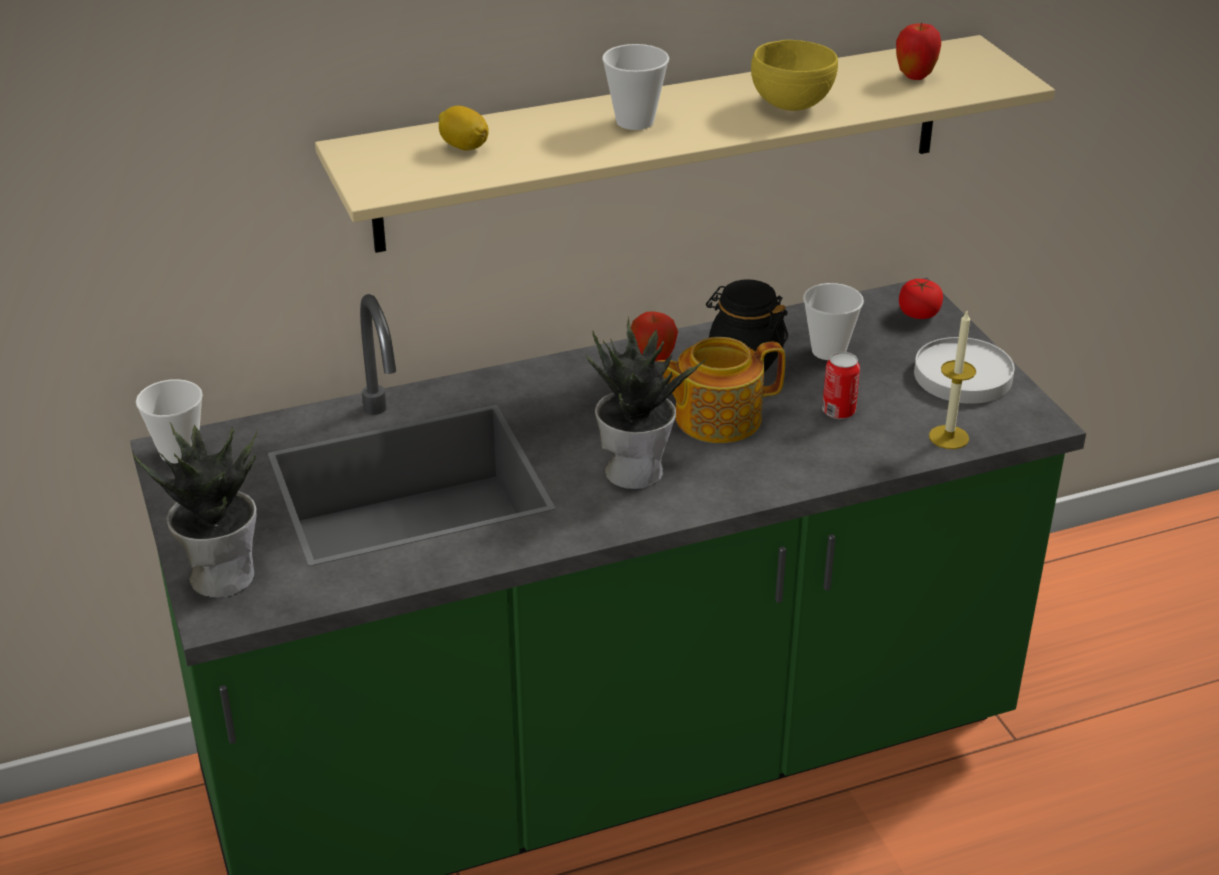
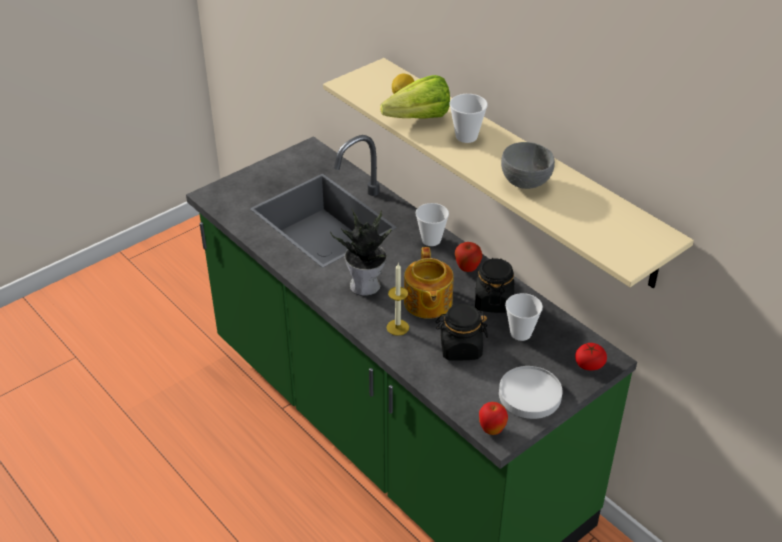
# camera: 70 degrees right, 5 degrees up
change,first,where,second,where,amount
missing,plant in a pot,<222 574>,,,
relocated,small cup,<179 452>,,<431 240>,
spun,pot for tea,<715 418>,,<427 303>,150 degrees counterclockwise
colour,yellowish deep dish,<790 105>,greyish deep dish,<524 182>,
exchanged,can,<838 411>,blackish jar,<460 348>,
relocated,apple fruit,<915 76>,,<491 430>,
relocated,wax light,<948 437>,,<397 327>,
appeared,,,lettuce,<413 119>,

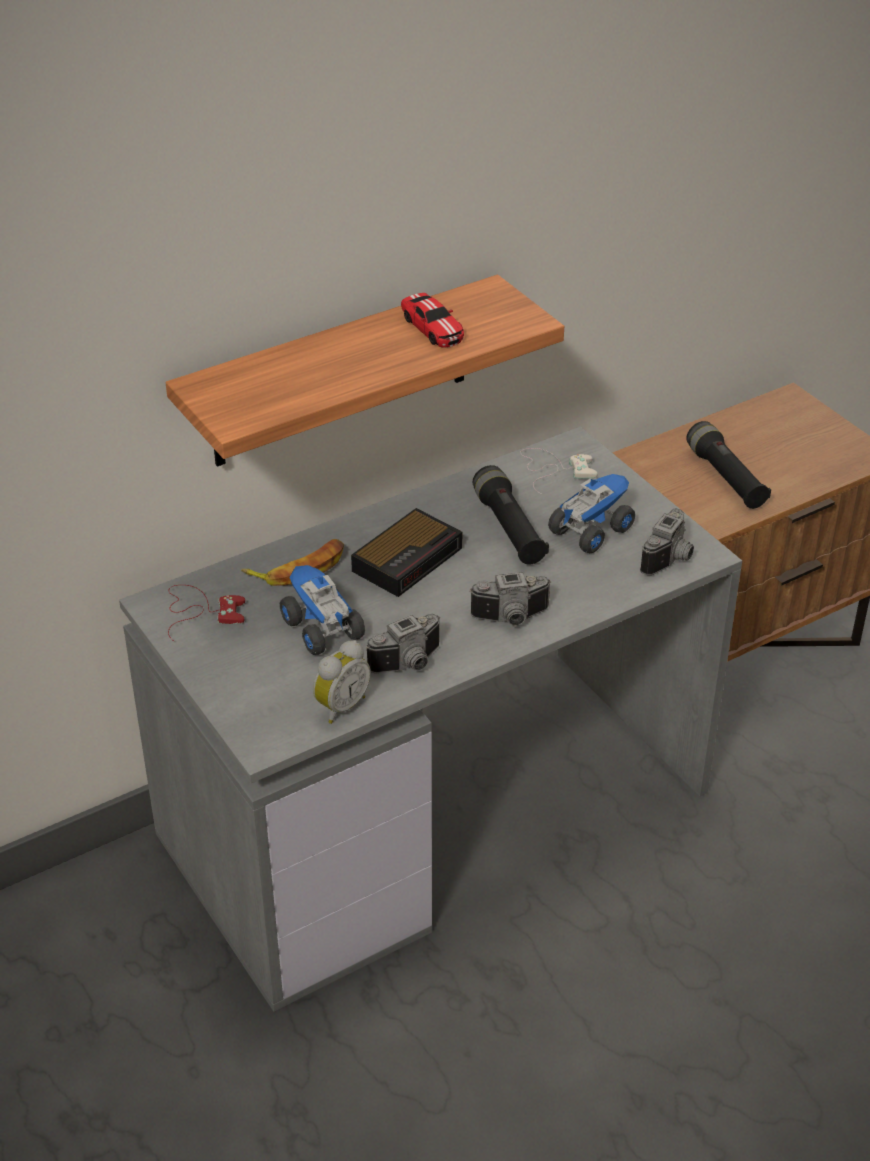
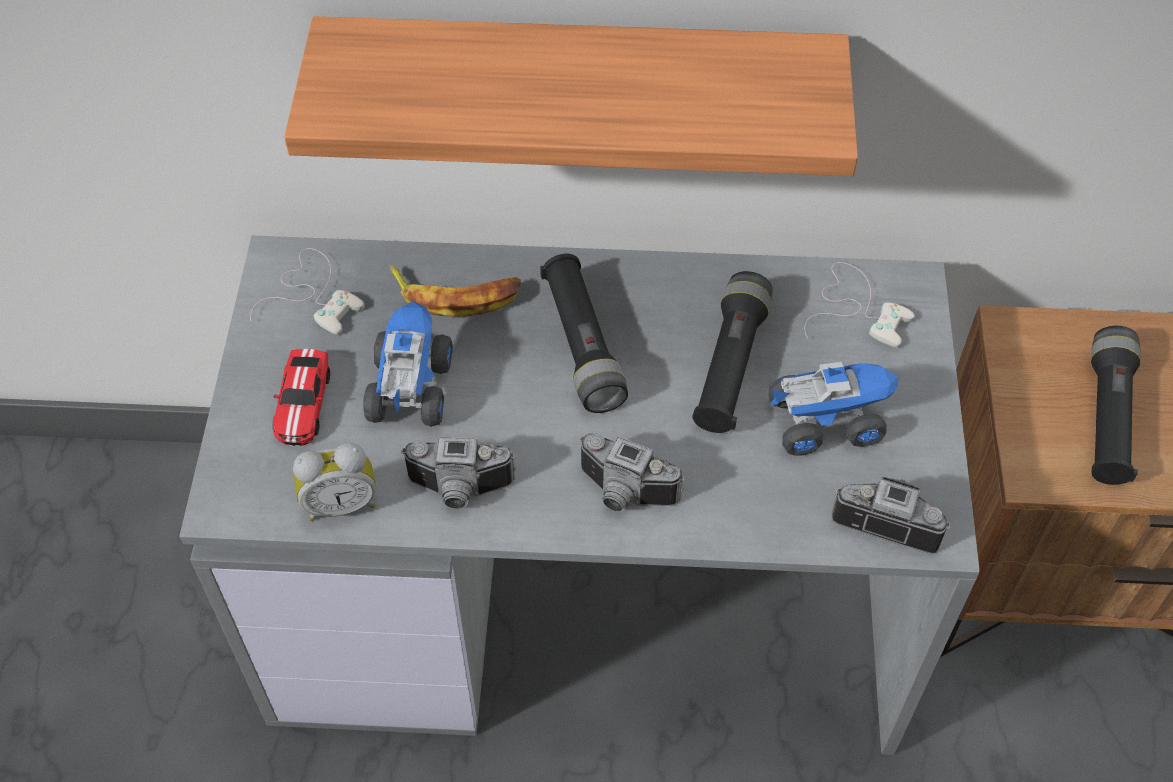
# camera: 35 degrees right, 15 degrees up
change,first,where,second,where,amount
colour,red-coloured game controller,<200 611>,whitish game controller,<313 294>,
exchanged,alarm clock,<409 558>,blackish torch,<582 345>,
relocated,toy car,<432 327>,,<304 402>,
spun,photo camera,<671 559>,,<888 518>,135 degrees counterclockwise

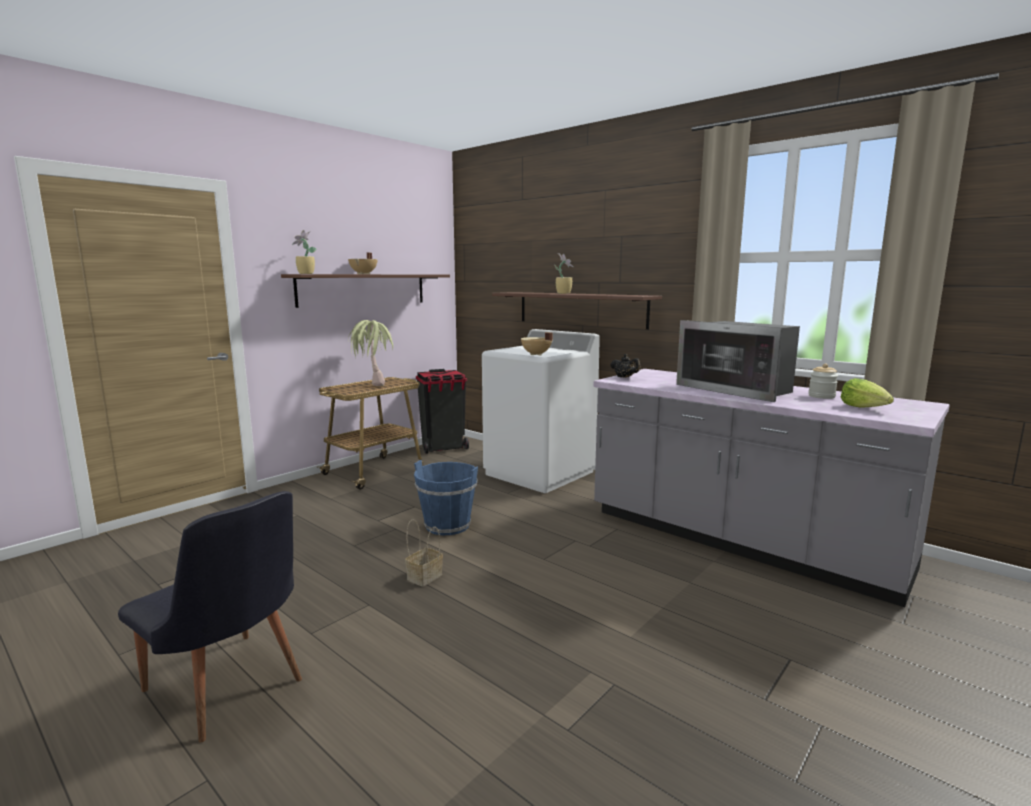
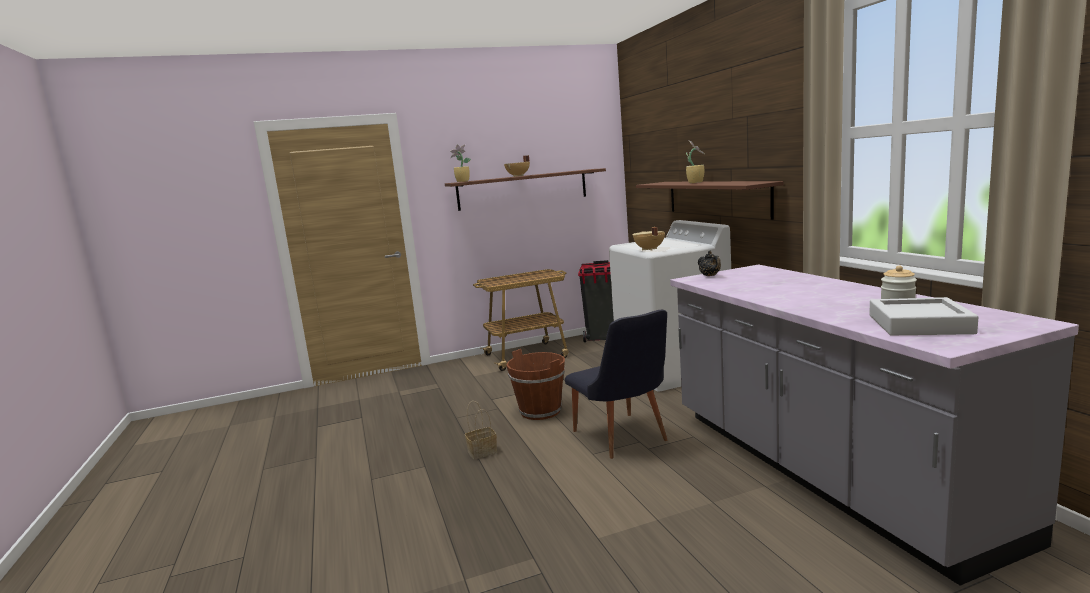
# camera: 30 degrees right, 0 degrees up
change,first,where,second,where,amount
relocated,blackish chair,<230 692>,,<623 439>,
missing,plant in a pot,<373 383>,,,
colour,blue water bucket,<448 525>,brown-coloured water bucket,<541 411>,
missing,microwave oven,<737 389>,,,
exchanged,lettuce,<864 408>,greyish carrying tray,<919 324>,

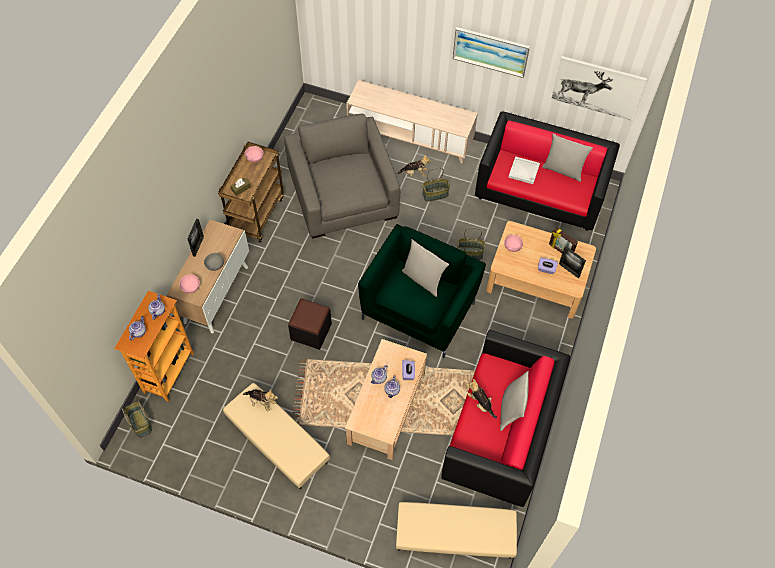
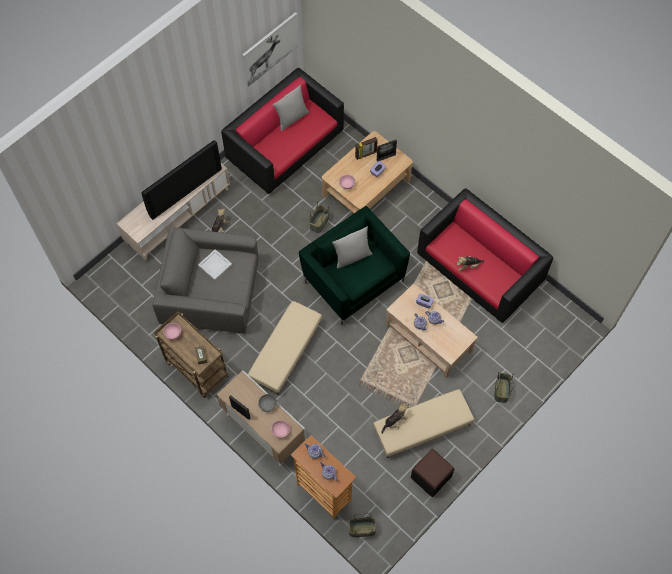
# camera: 65 degrees left, 5 degrees up
change,first,where,second,where,amount
relocated,blackish footrest,<311 331>,,<431 477>,
relocated,beige-coloured footrest,<454 535>,,<286 352>,
relocated,household basket,<435 195>,,<502 391>,
missing,wall picture,<490 51>,,,
missing,greyish pillow,<511 410>,,,
relocated,whitish carrying tray,<523 171>,,<215 266>,
appeared,,,TV,<184 190>,

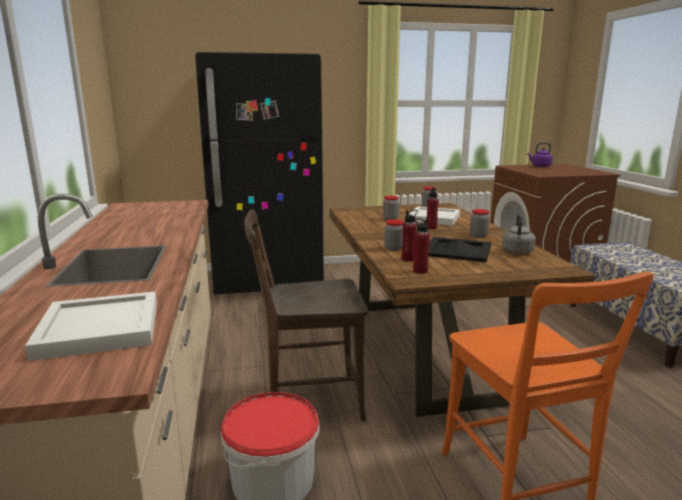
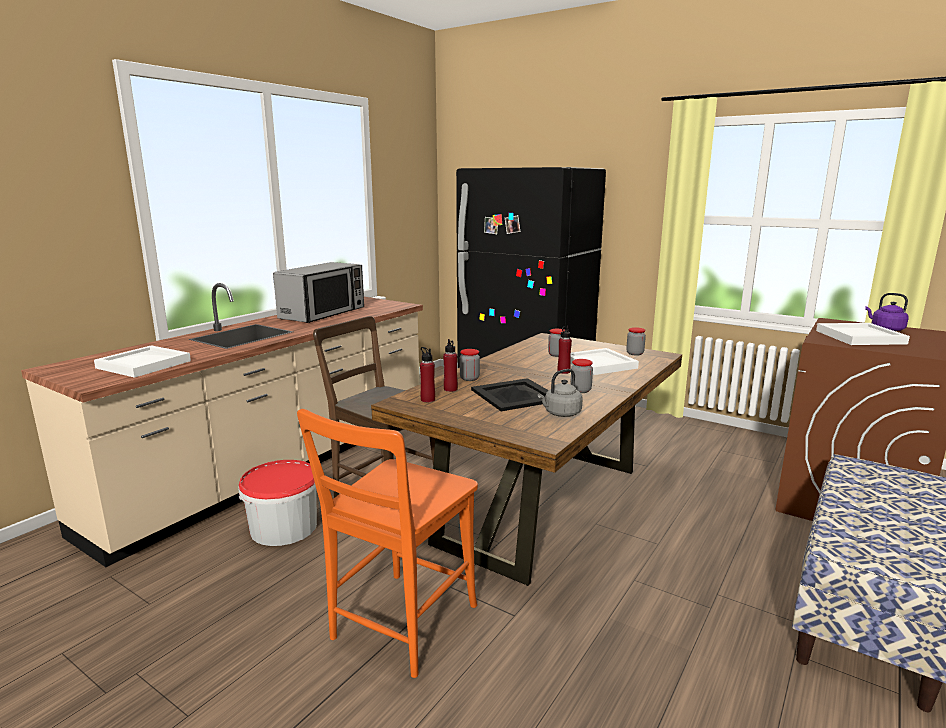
# camera: 45 degrees right, 0 degrees up
change,first,where,second,where,amount
appeared,,,microwave oven,<323 313>,
appeared,,,whitish carrying tray,<861 337>,

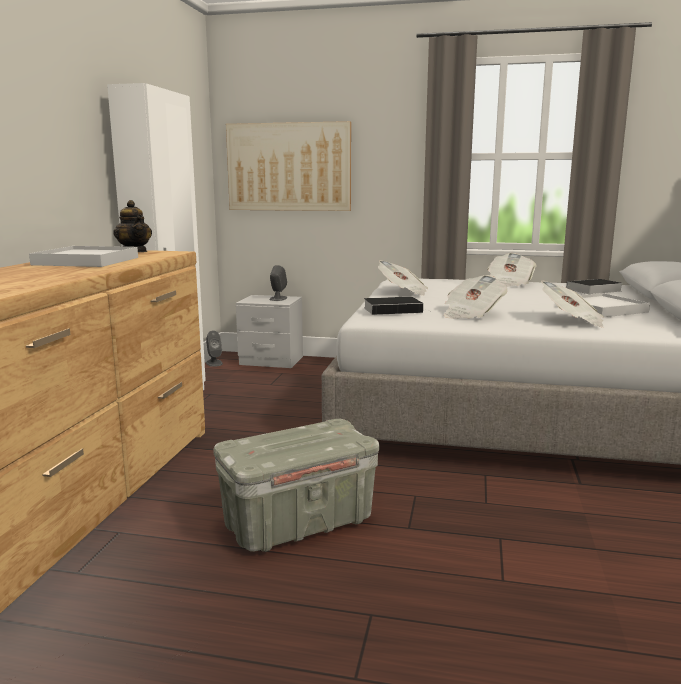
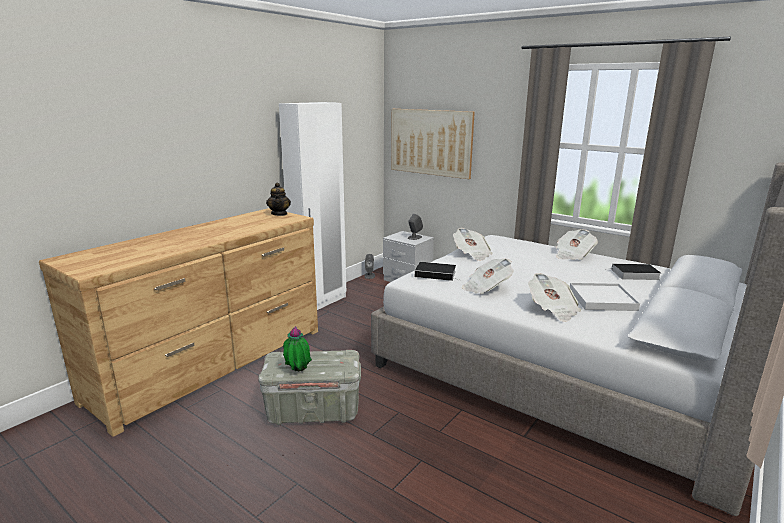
# camera: 25 degrees right, 5 degrees up
change,first,where,second,where,amount
missing,whitish carrying tray,<86 261>,,,
appeared,,,plant in a pot,<297 372>,

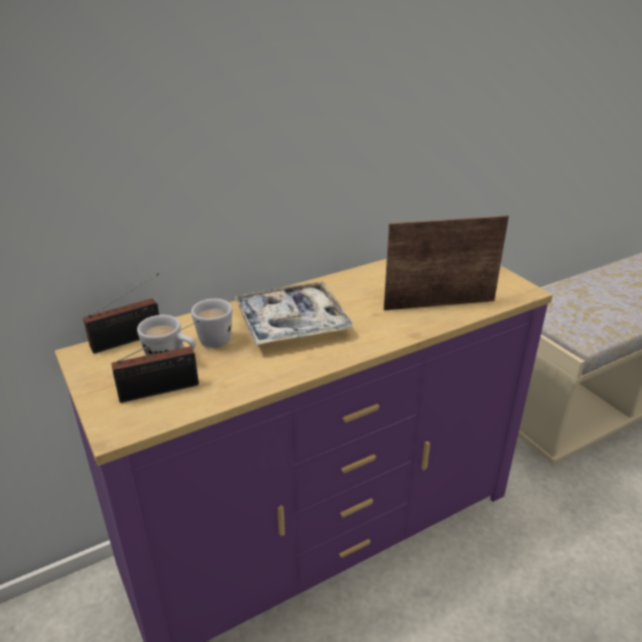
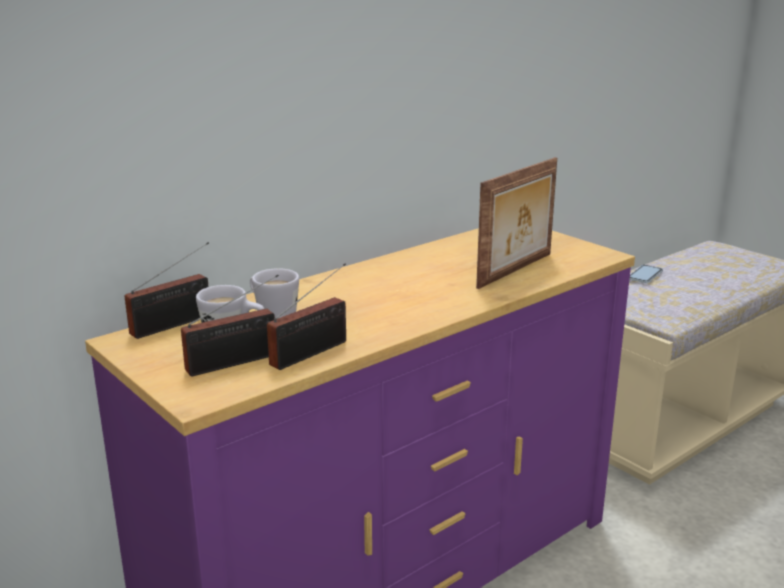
# camera: 10 degrees left, 10 degrees down
change,first,where,second,where,amount
missing,carrying tray,<292 323>,,,
spun,picture frame,<438 303>,,<517 271>,150 degrees clockwise
appeared,,,radio receiver,<313 352>,
appeared,,,phone,<645 275>,

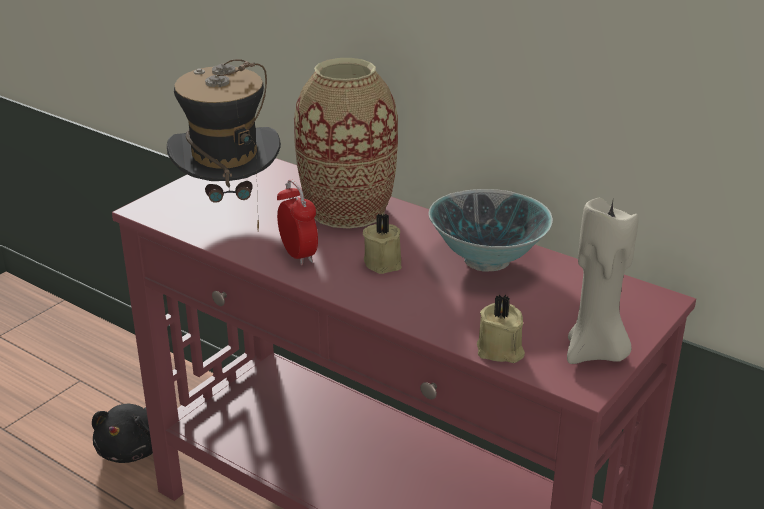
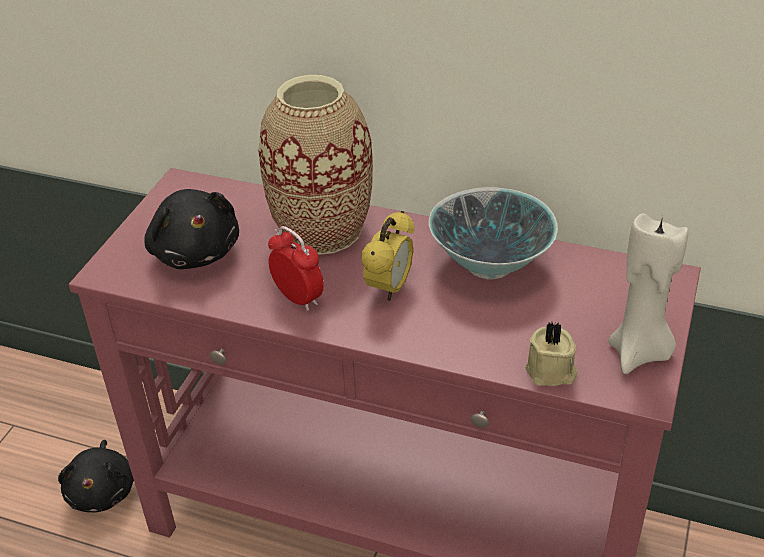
# camera: 15 degrees left, 10 degrees up
change,first,where,second,where,amount
exchanged,clothing hat,<229 207>,blackish cuddly toy,<195 251>,
exchanged,beige-coloured wax light,<384 262>,alarm clock,<390 288>,

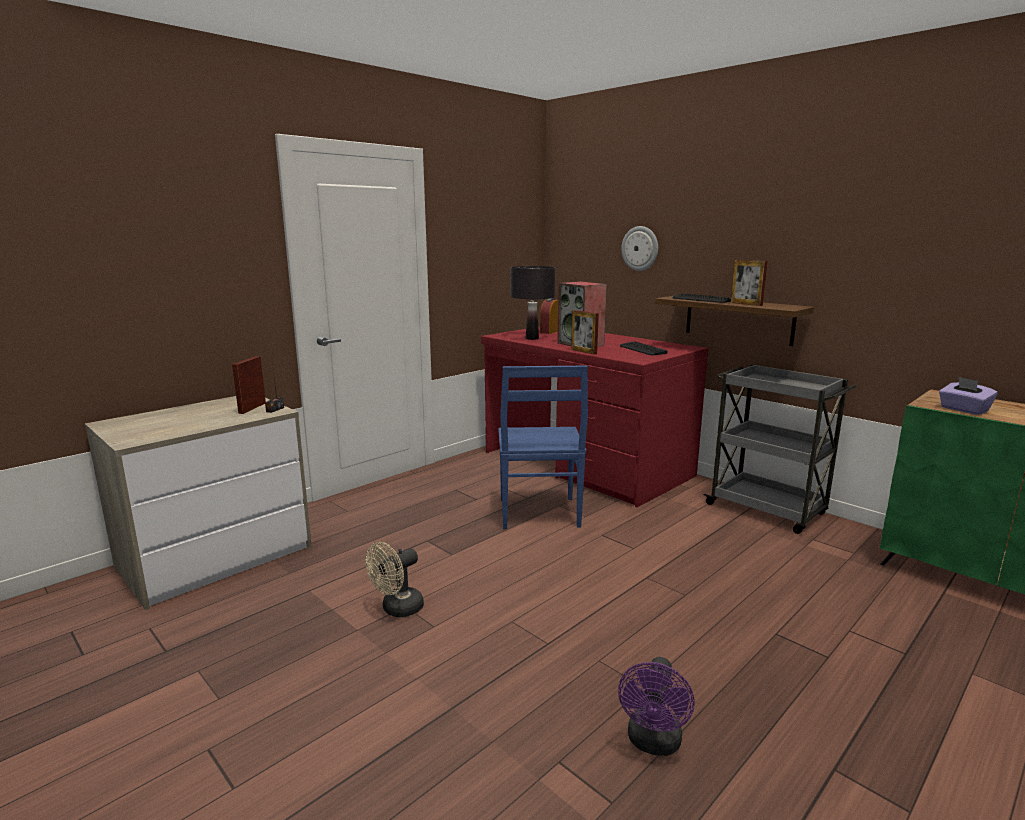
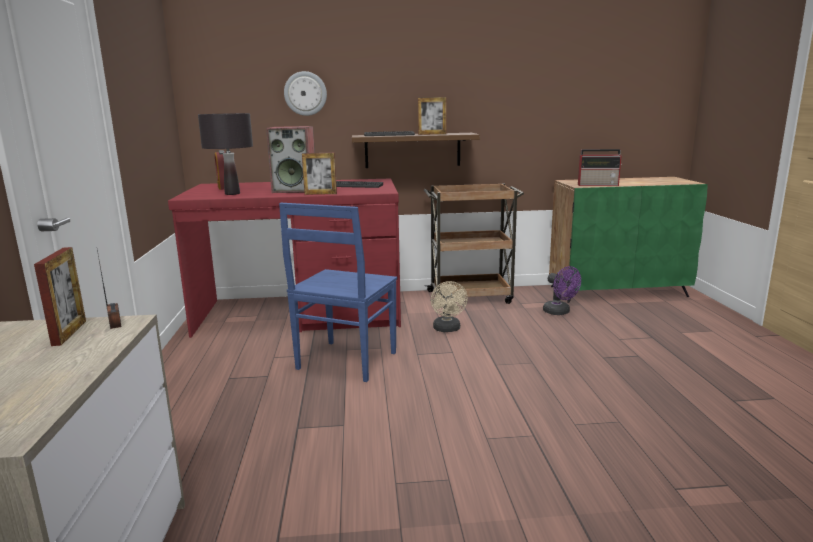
# camera: 50 degrees left, 0 degrees up
change,first,where,second,where,amount
spun,picture frame,<252 408>,,<69 333>,150 degrees counterclockwise
relocated,beige-coloured fan,<397 609>,,<447 329>,
spun,blue chair,<539 514>,,<345 362>,75 degrees clockwise
relocated,purple fan,<653 743>,,<559 312>,
colour,greyish cart,<768 510>,brown-coloured cart,<470 297>,
exchanged,purple tissue holder,<963 410>,radio receiver,<598 185>,

